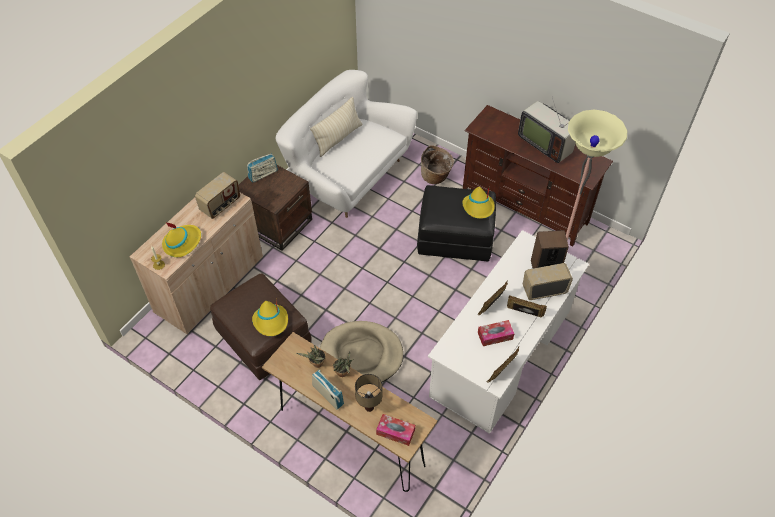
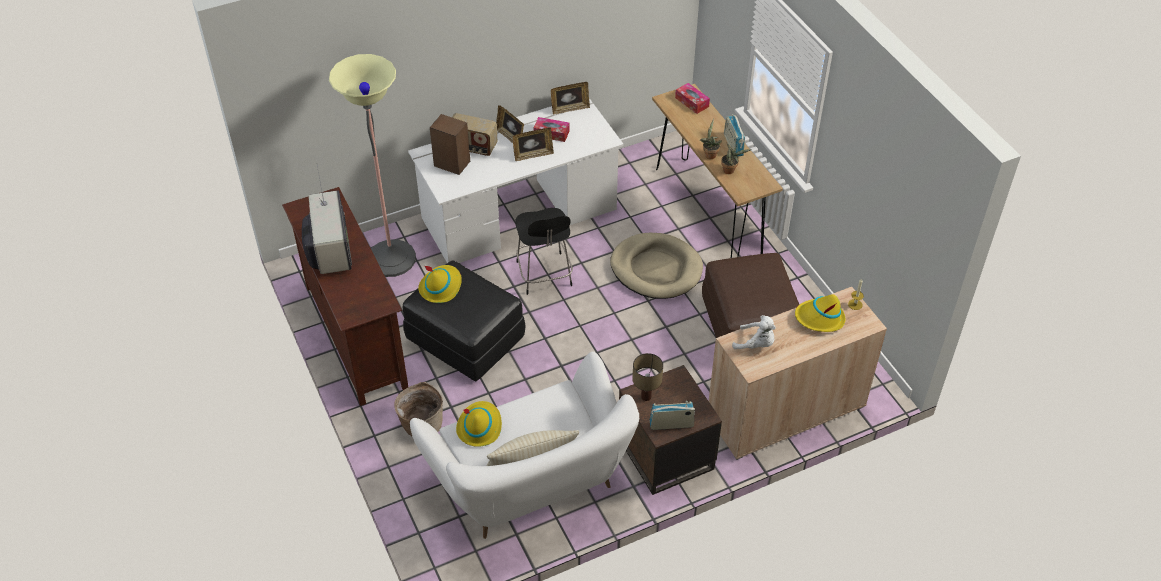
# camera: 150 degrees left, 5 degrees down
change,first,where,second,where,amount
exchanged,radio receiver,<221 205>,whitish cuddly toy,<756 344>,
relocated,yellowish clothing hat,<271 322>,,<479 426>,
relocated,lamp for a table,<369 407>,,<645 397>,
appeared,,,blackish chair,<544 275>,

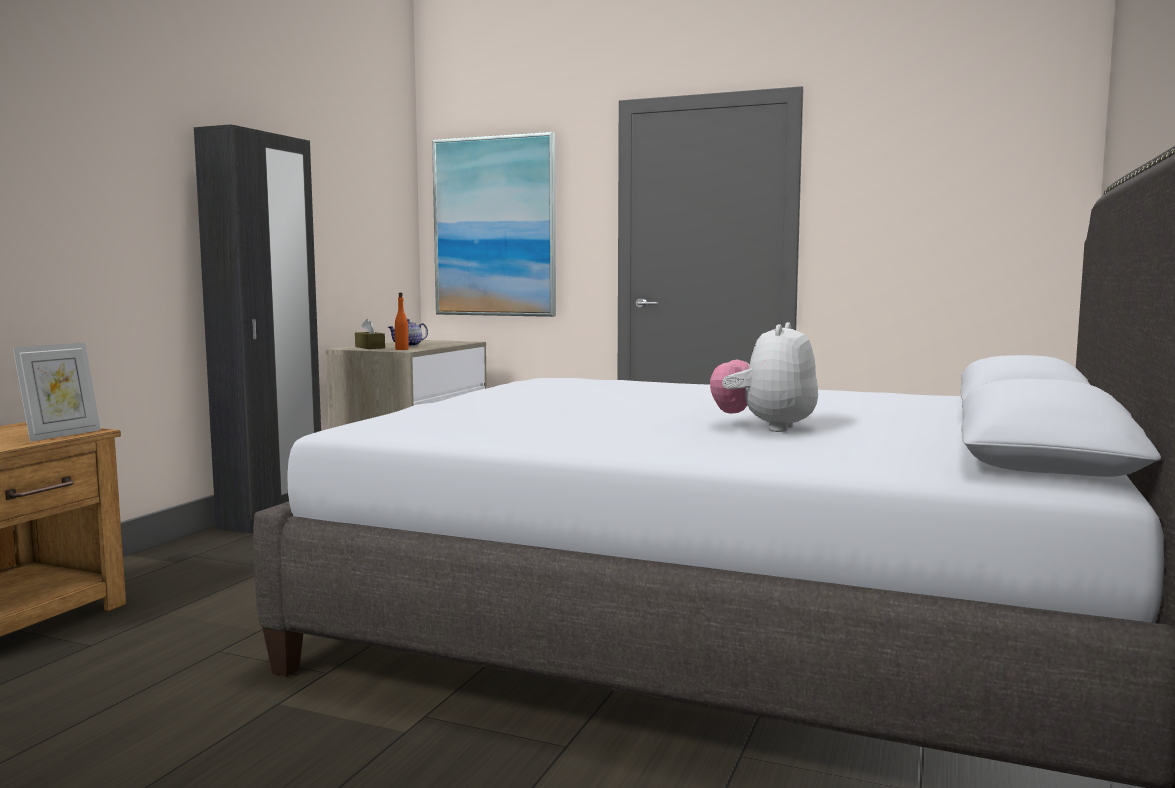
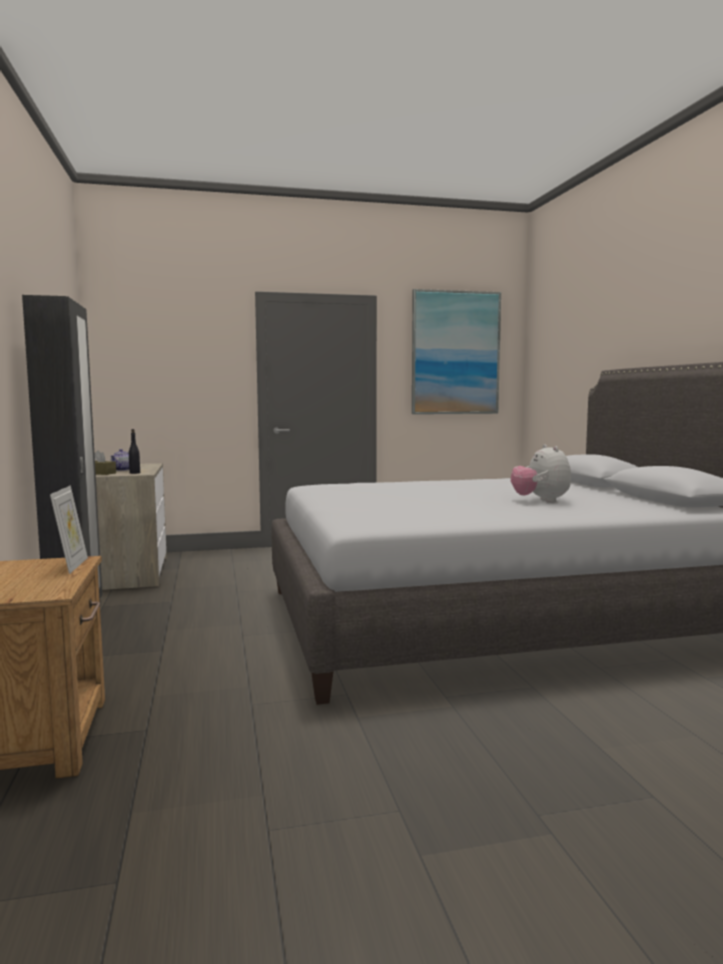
# camera: 35 degrees left, 0 degrees up
change,first,where,second,where,amount
colour,orange-coloured beverage bottle,<402 349>,blackish beverage bottle,<135 473>,
relocated,wall picture,<494 227>,,<455 353>,

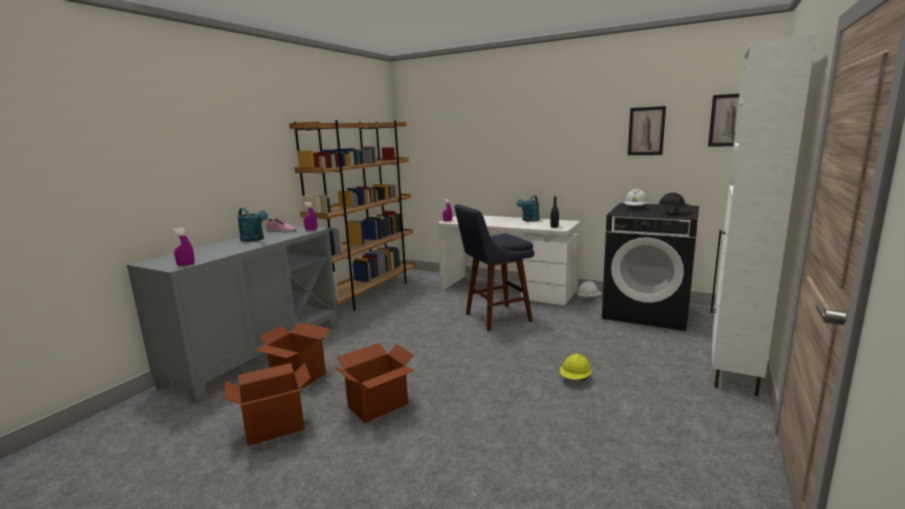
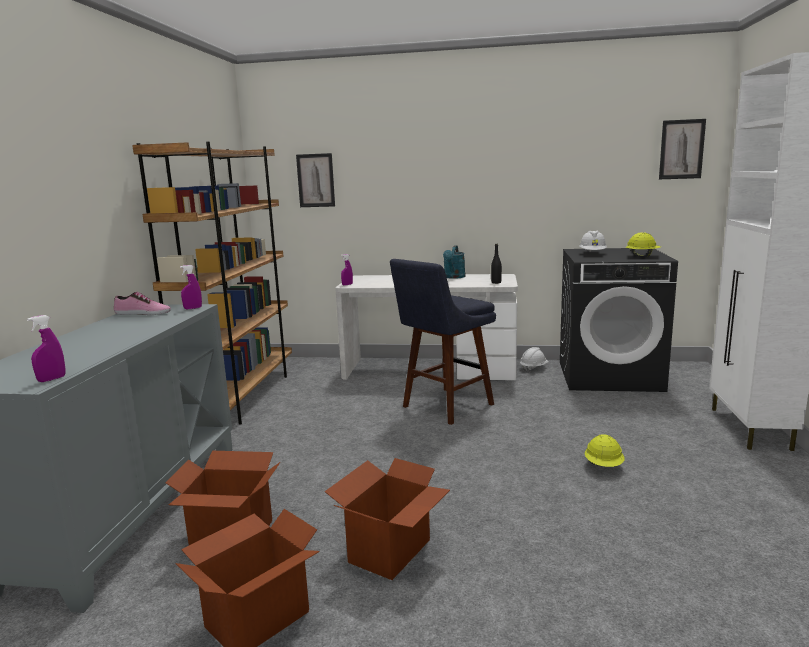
# camera: 20 degrees left, 0 degrees up
change,first,where,second,where,amount
missing,turquoise-coloured sprinkling can,<254 239>,,,
relocated,wall picture,<646 131>,,<315 180>,
colour,blackish safety helmet,<673 213>,yellowish safety helmet,<642 256>,

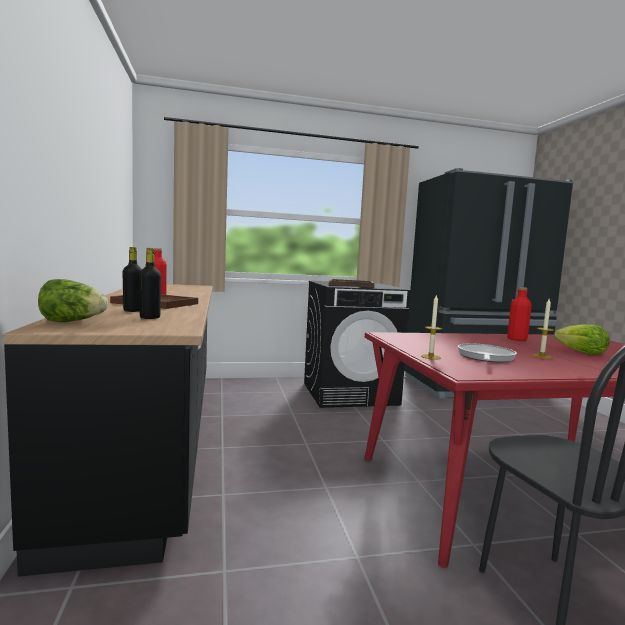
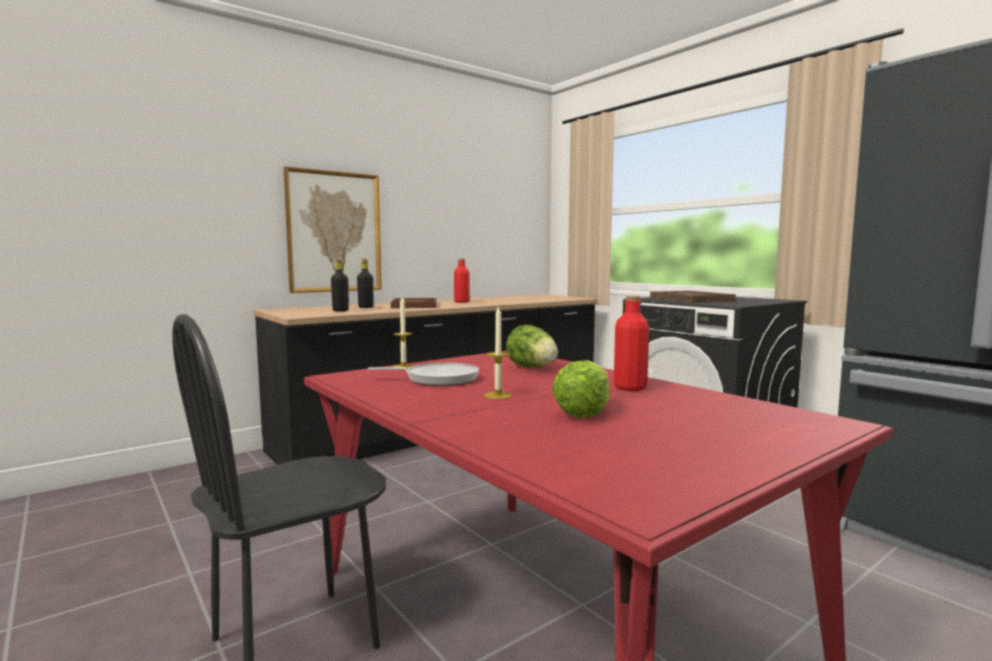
# camera: 65 degrees right, 0 degrees up
change,first,where,second,where,amount
relocated,lettuce,<72 322>,,<533 368>,
appeared,,,wall picture,<334 232>,

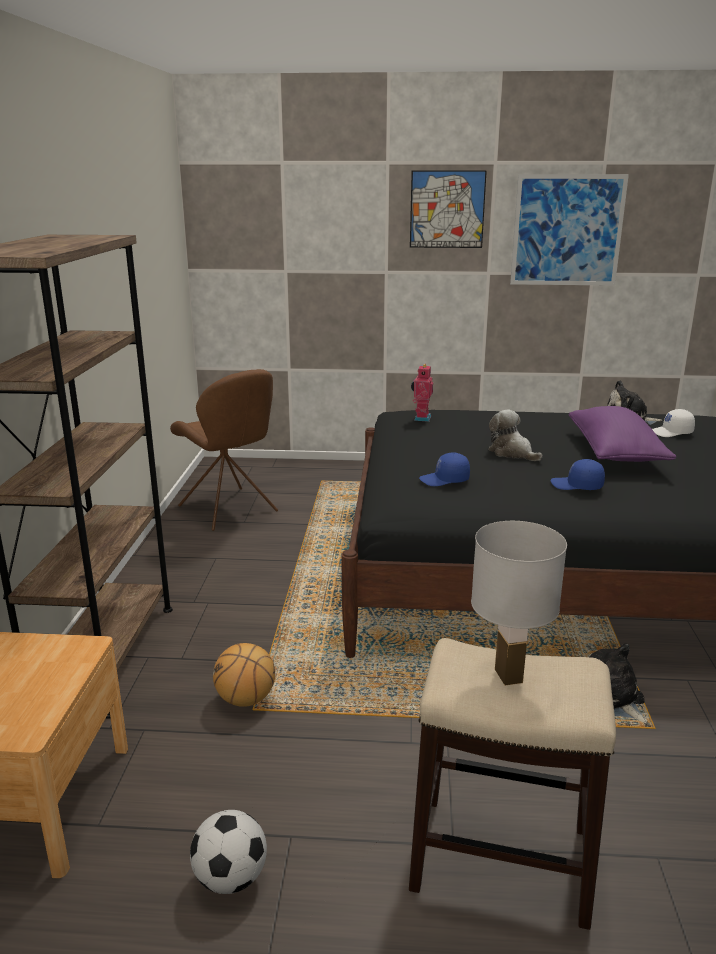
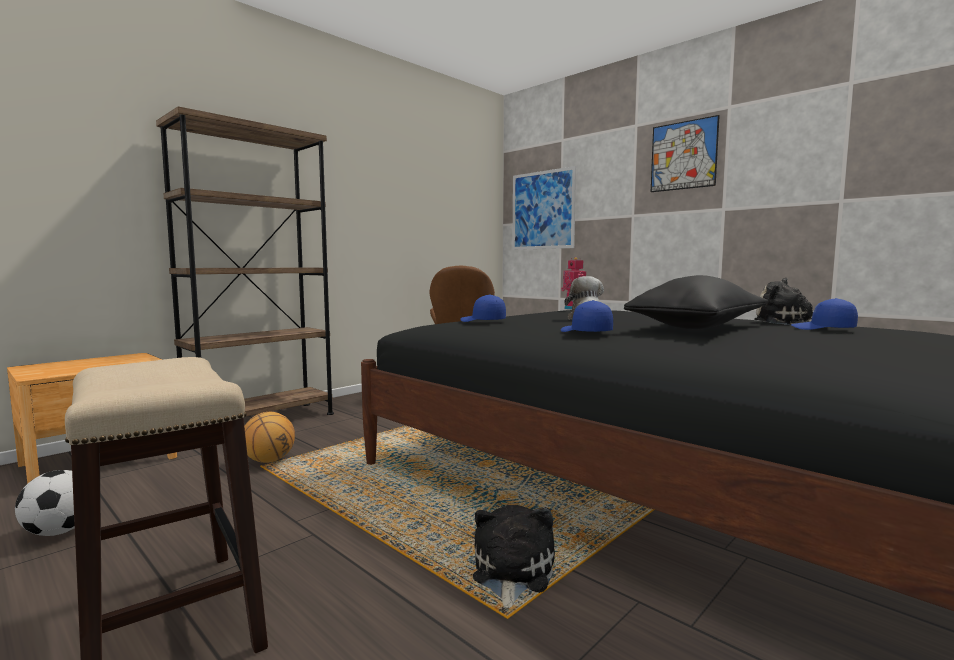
# camera: 40 degrees right, 15 degrees down
change,first,where,second,where,amount
missing,whitish lamp for a table,<507 675>,,,
relocated,wall picture,<567 230>,,<542 210>,
colour,purple pillow,<615 453>,blackish pillow,<698 328>,
colour,whitish cap,<671 432>,blue cap,<823 329>,

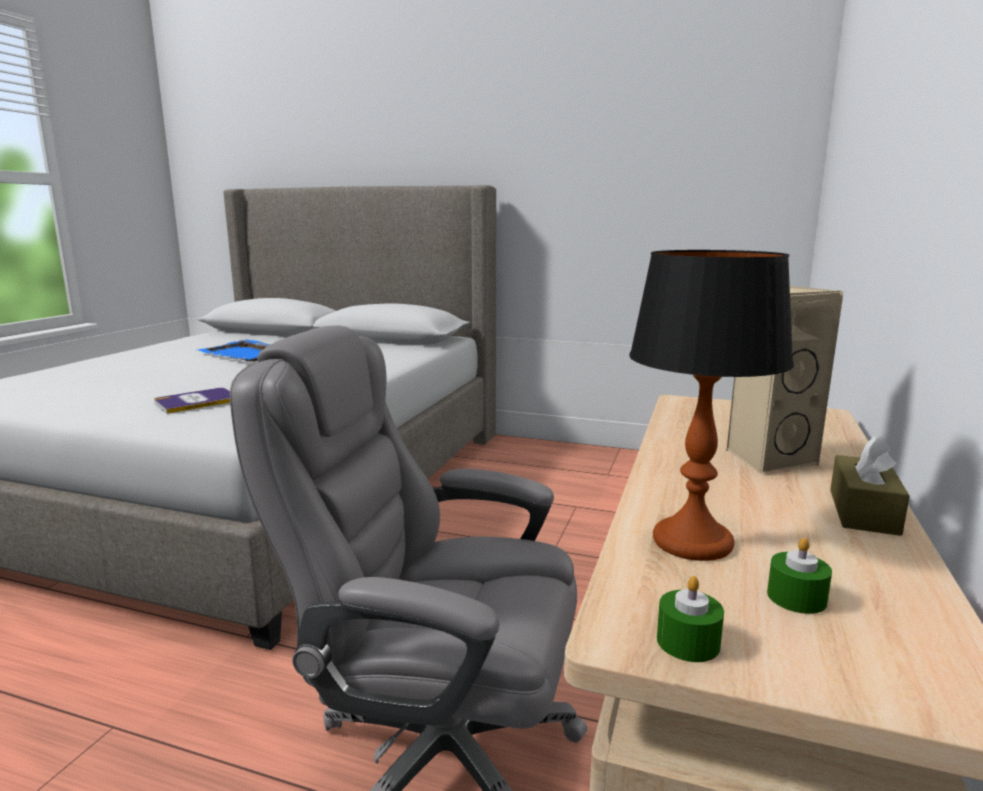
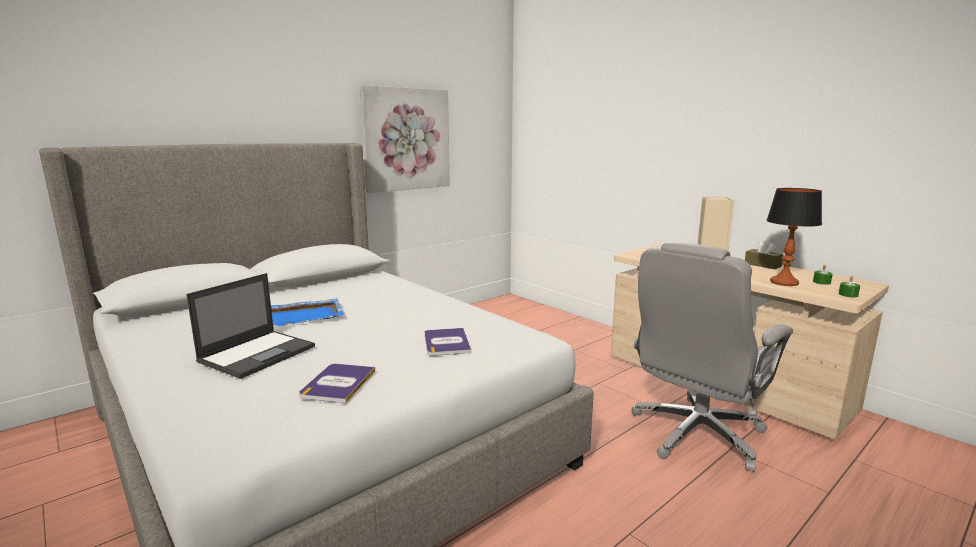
# camera: 60 degrees left, 0 degrees up
change,first,where,second,where,amount
appeared,,,laptop,<258 353>,
appeared,,,book,<338 383>,
appeared,,,wall picture,<406 139>,

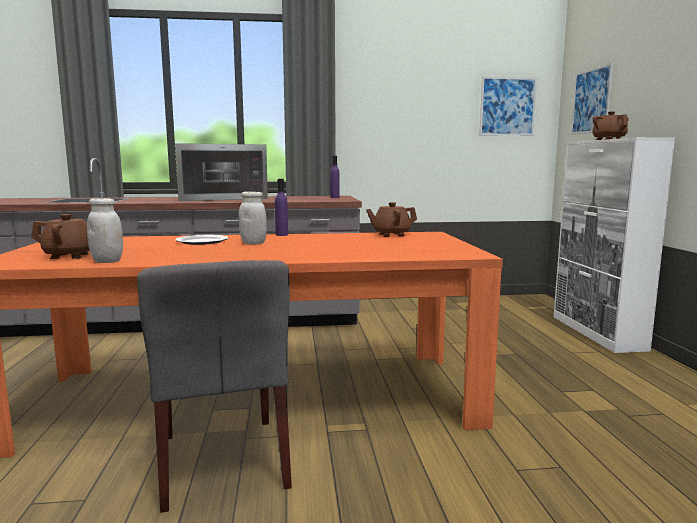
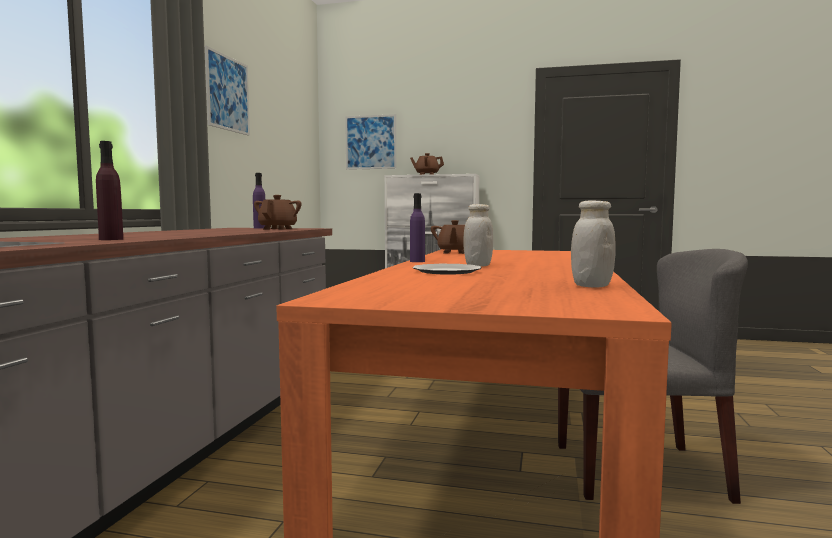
# camera: 70 degrees left, 5 degrees down
change,first,where,second,where,amount
relocated,brown-coloured pot for tea,<70 256>,,<278 229>,
missing,microwave oven,<221 198>,,,
relocated,wall picture,<507 106>,,<227 93>,
appeared,,,purple beverage bottle,<111 239>,

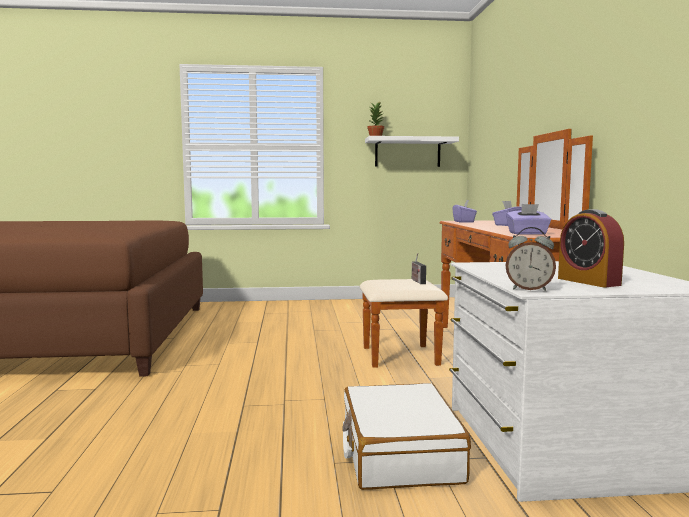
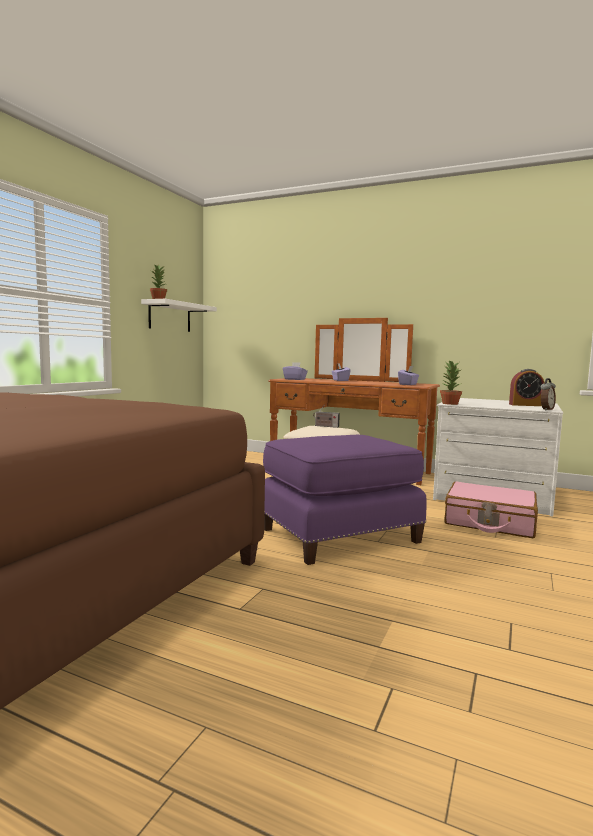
# camera: 60 degrees left, 0 degrees up
change,first,where,second,where,amount
colour,whitish piece of luggage,<399 453>,pink-coloured piece of luggage,<489 522>,
appeared,,,purple footrest,<338 534>,
appeared,,,plant in a pot,<449 403>,

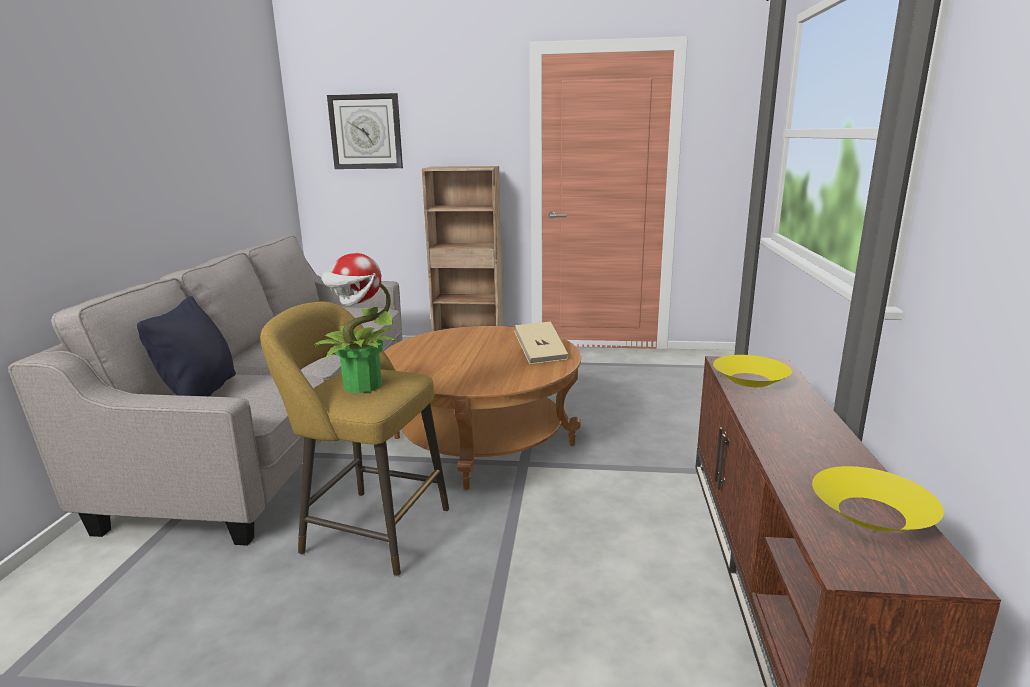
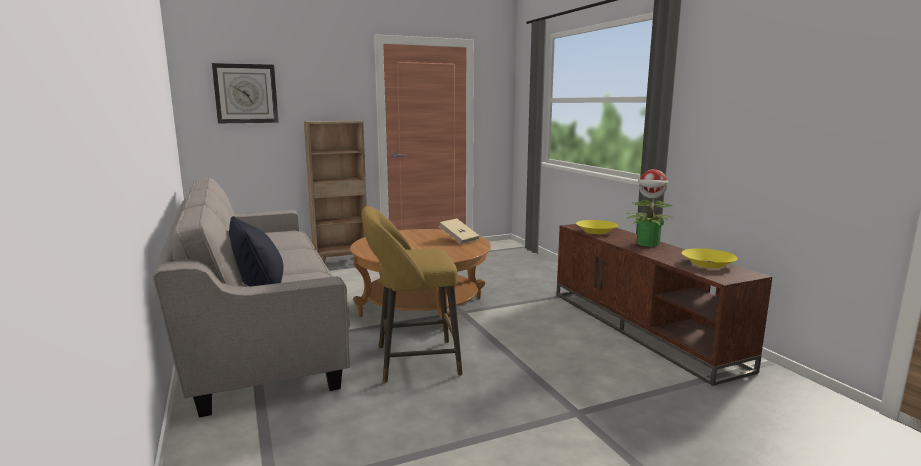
# camera: 30 degrees left, 5 degrees down
change,first,where,second,where,amount
relocated,plant in a pot,<361 386>,,<648 244>,

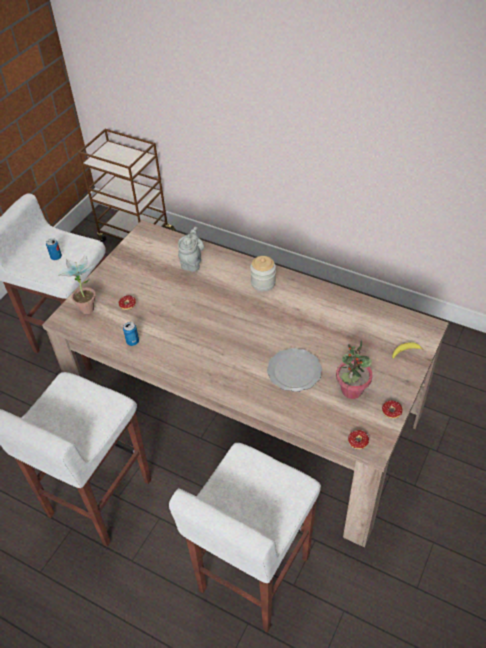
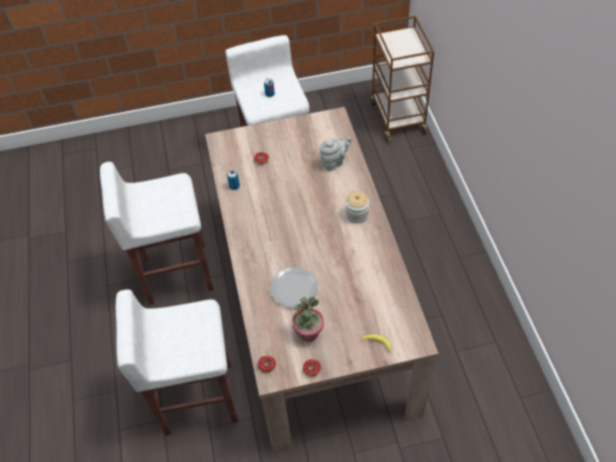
# camera: 50 degrees right, 5 degrees up
change,first,where,second,where,amount
missing,plant in a pot,<88 305>,,,

